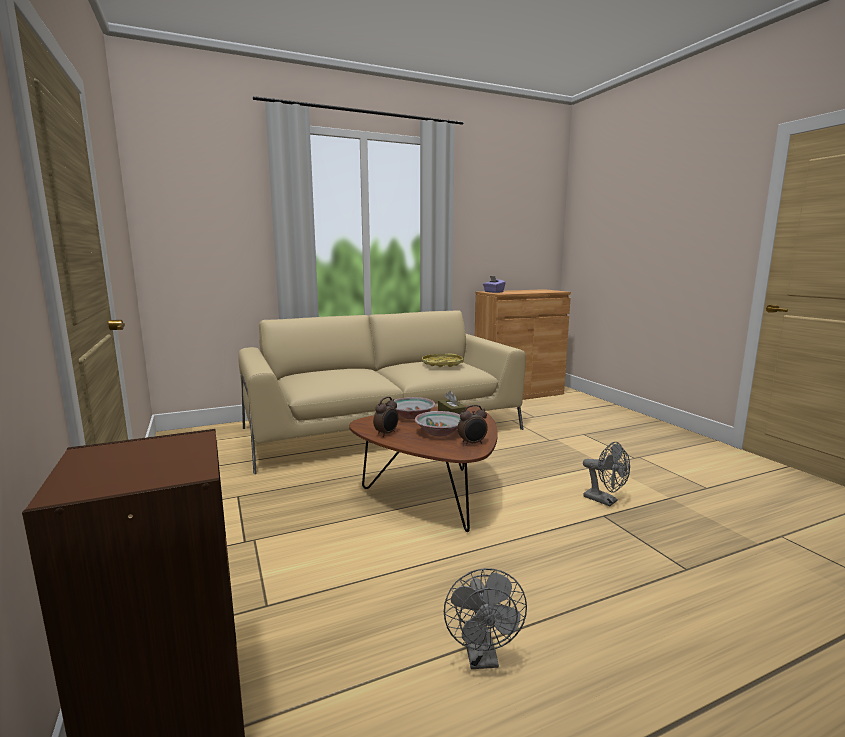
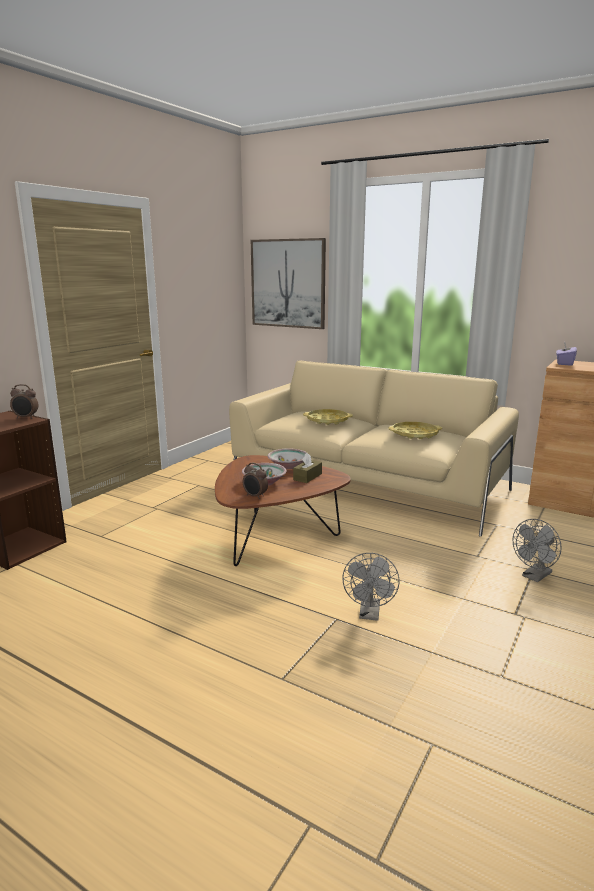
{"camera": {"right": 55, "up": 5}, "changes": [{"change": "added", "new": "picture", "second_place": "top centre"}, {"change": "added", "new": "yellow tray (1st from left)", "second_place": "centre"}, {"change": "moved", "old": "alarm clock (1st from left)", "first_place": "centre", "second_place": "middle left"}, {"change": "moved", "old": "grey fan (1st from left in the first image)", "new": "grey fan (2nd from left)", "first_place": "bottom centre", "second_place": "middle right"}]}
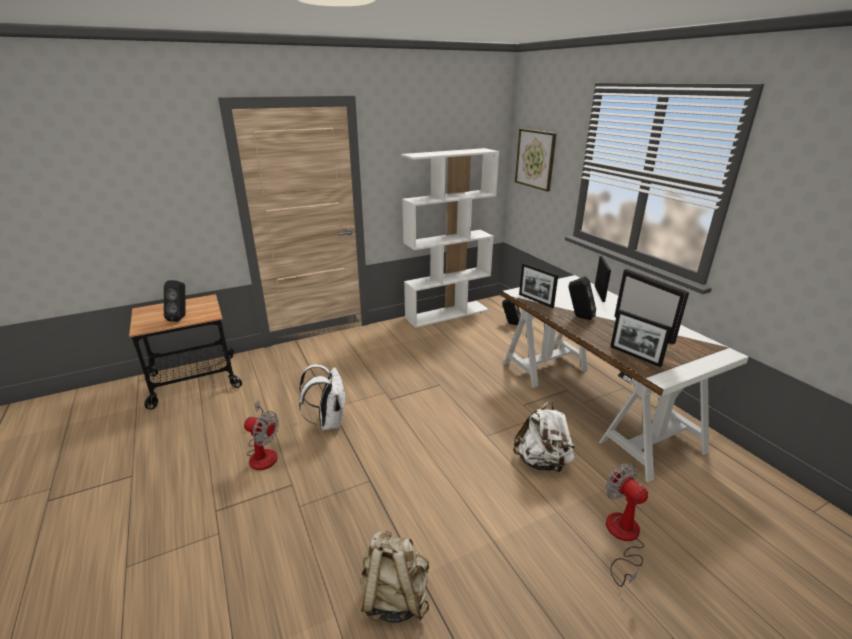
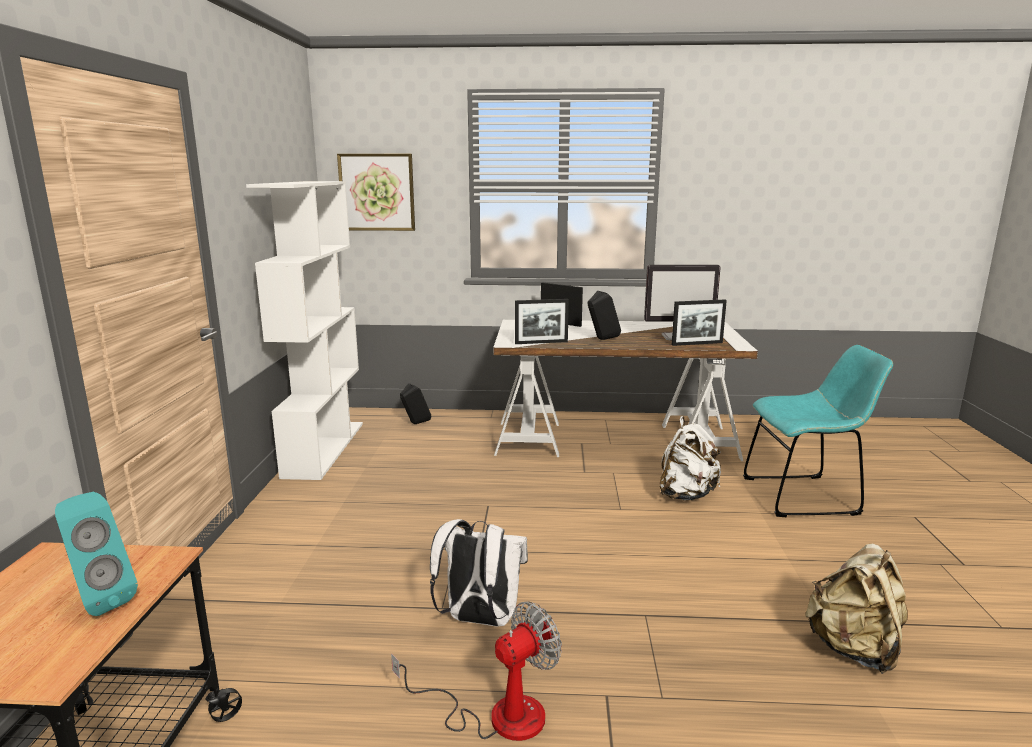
{"camera": {"right": -60, "up": -10}, "changes": [{"change": "replaced", "old": "fan (2nd from left)", "new": "turquoise chair", "first_place": "bottom right", "second_place": "middle right"}, {"change": "recoloured", "old": "black speaker (1st from left)", "new": "turquoise speaker", "first_place": "middle left", "second_place": "bottom left"}]}
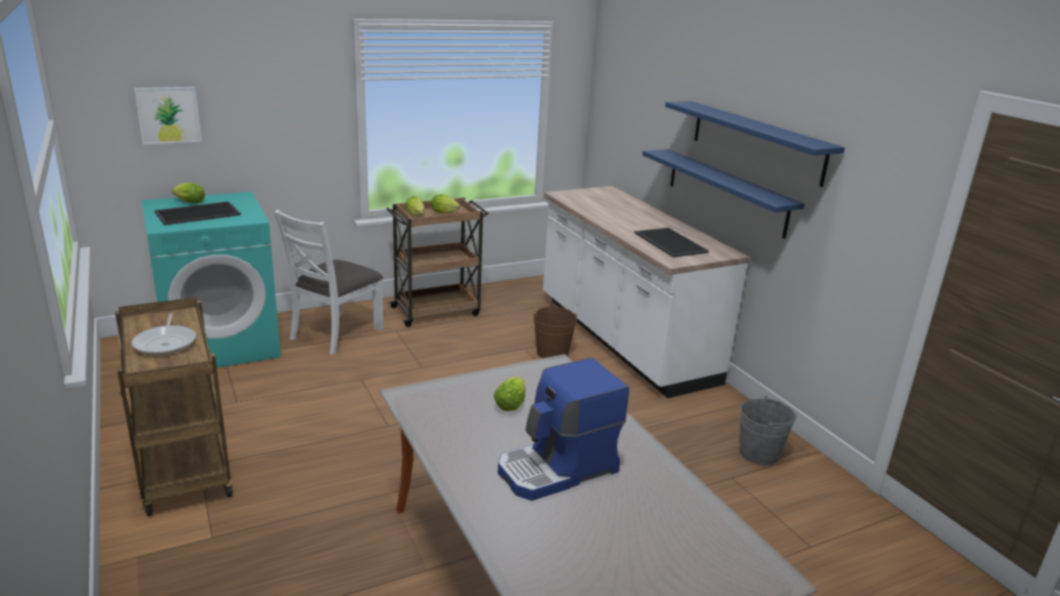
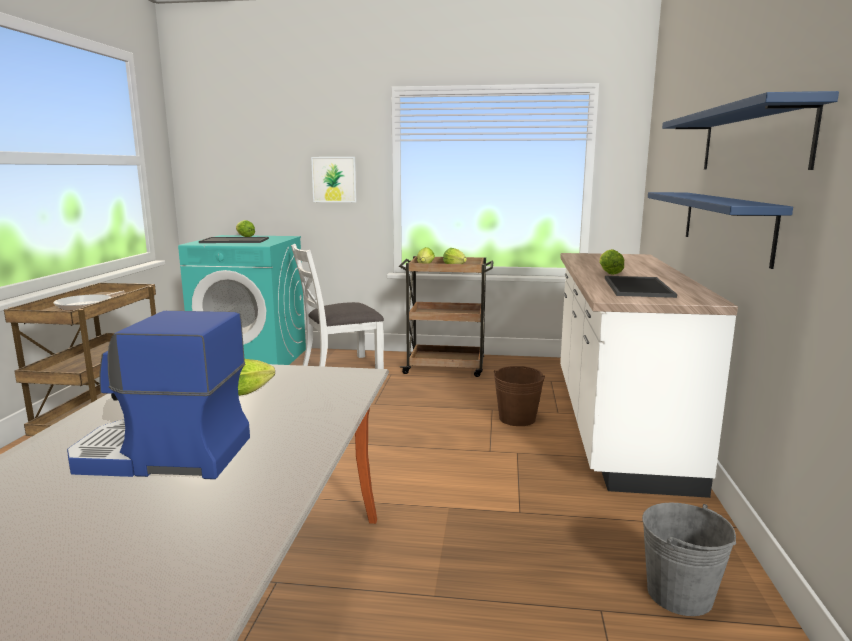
{"camera": {"right": 35, "up": -10}, "changes": [{"change": "added", "new": "lettuce (5th from left)", "second_place": "middle right"}, {"change": "moved", "old": "picture", "first_place": "top left", "second_place": "top centre"}]}
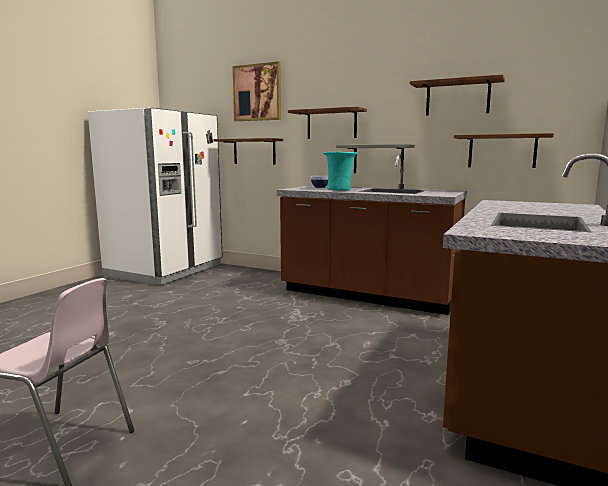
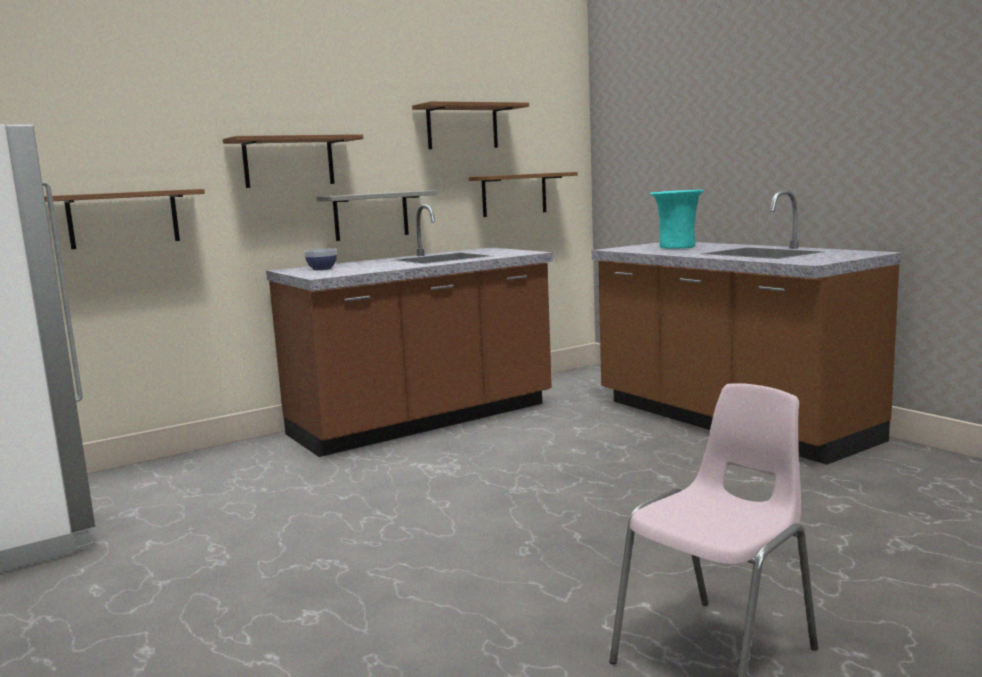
{"camera": {"right": -60, "up": 0}, "changes": [{"change": "removed", "old": "picture", "first_place": "top centre"}, {"change": "moved", "old": "turquoise vase", "first_place": "centre", "second_place": "top right"}]}
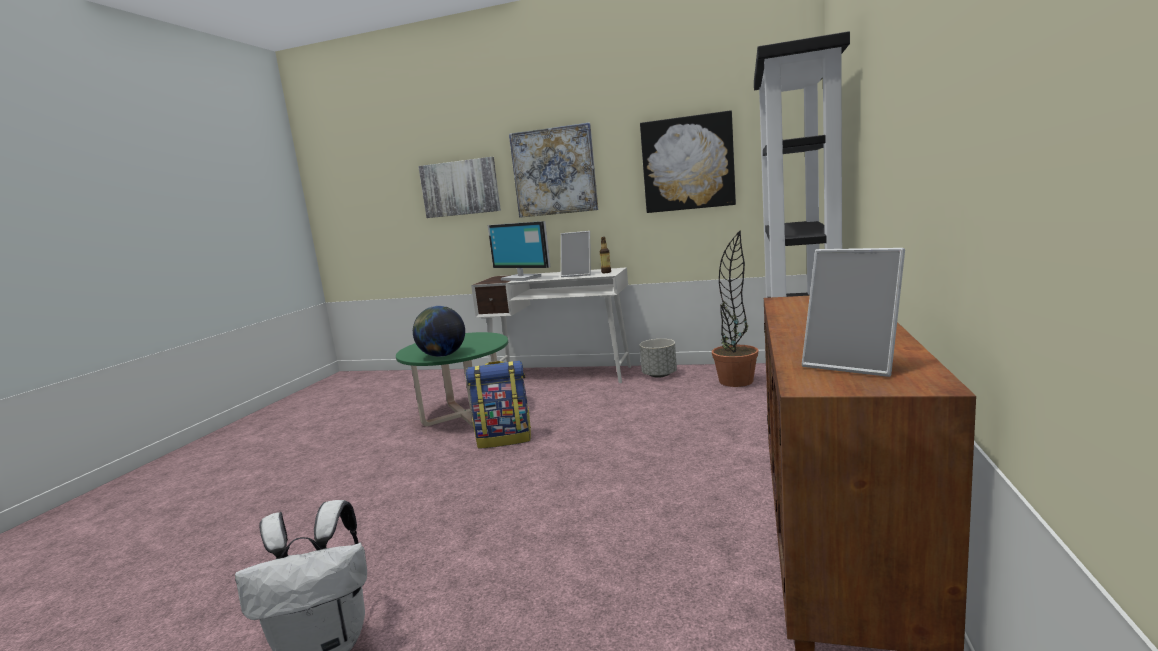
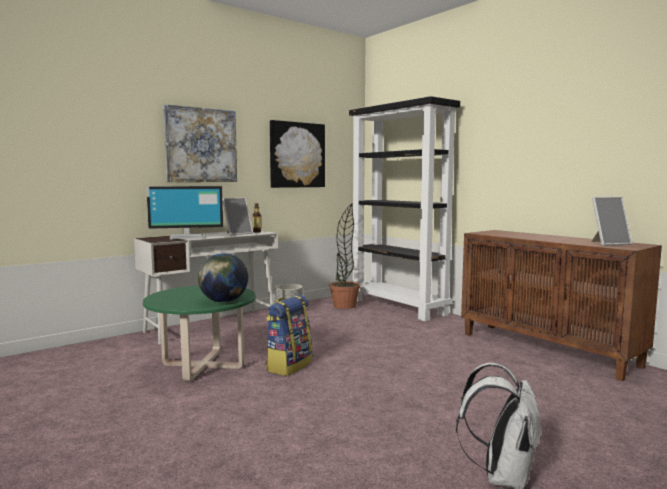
{"camera": {"right": -55, "up": -5}, "changes": [{"change": "removed", "old": "picture (1st from left)", "first_place": "top centre"}]}
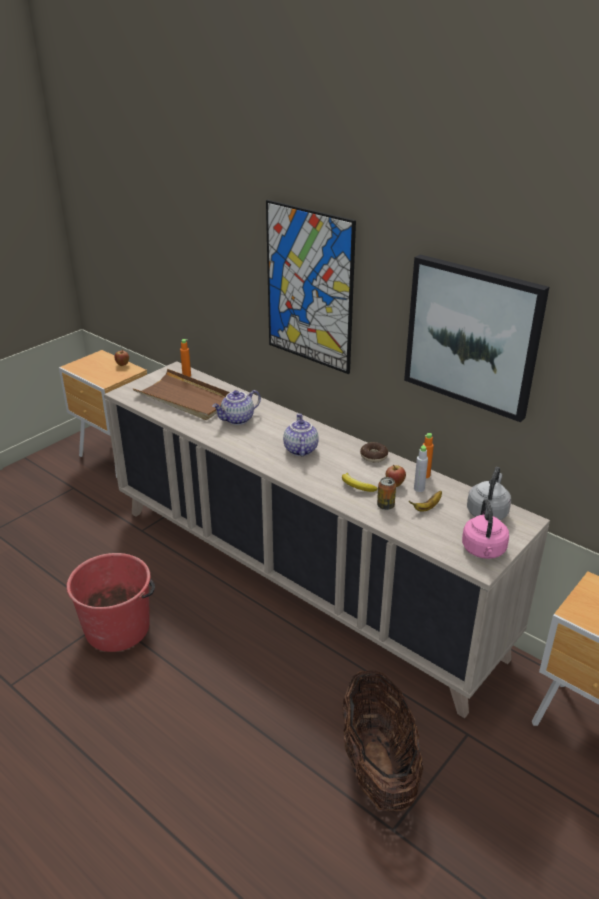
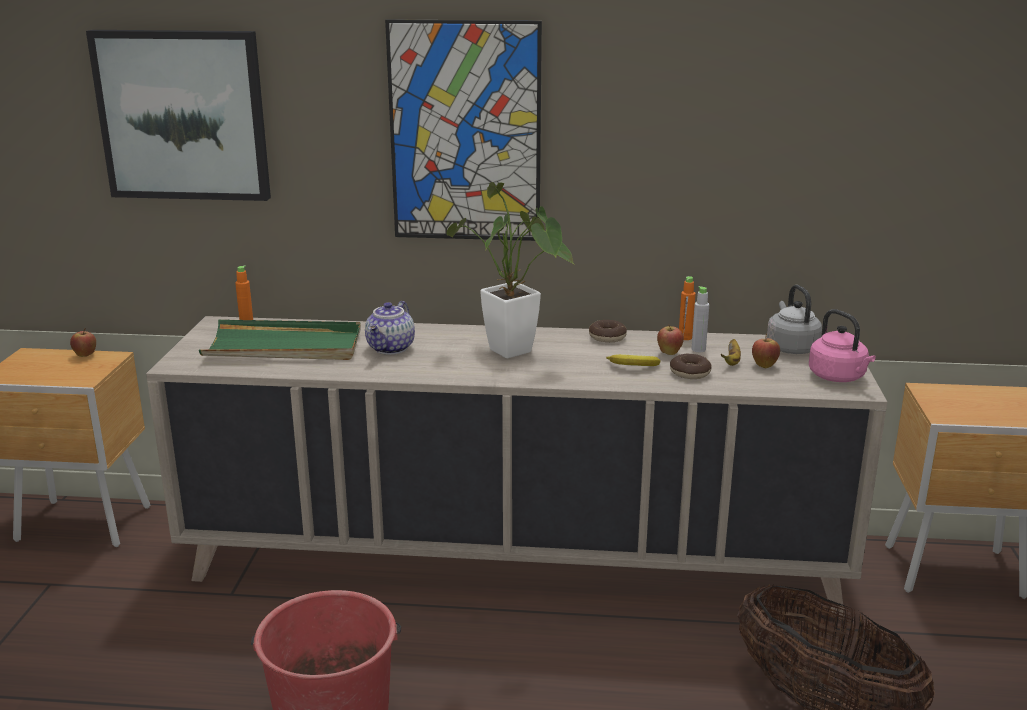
{"camera": {"right": -35, "up": -10}, "changes": [{"change": "added", "new": "apple (3rd from left)", "second_place": "middle right"}, {"change": "moved", "old": "picture (2nd from left in the first image)", "new": "picture (1st from left)", "first_place": "middle right", "second_place": "top left"}, {"change": "replaced", "old": "teapot (2nd from left)", "new": "potted plant", "first_place": "centre", "second_place": "centre"}, {"change": "replaced", "old": "can", "new": "donut (2nd from left)", "first_place": "centre", "second_place": "middle right"}, {"change": "recoloured", "old": "brown tray", "new": "green tray", "first_place": "middle left", "second_place": "middle left"}]}
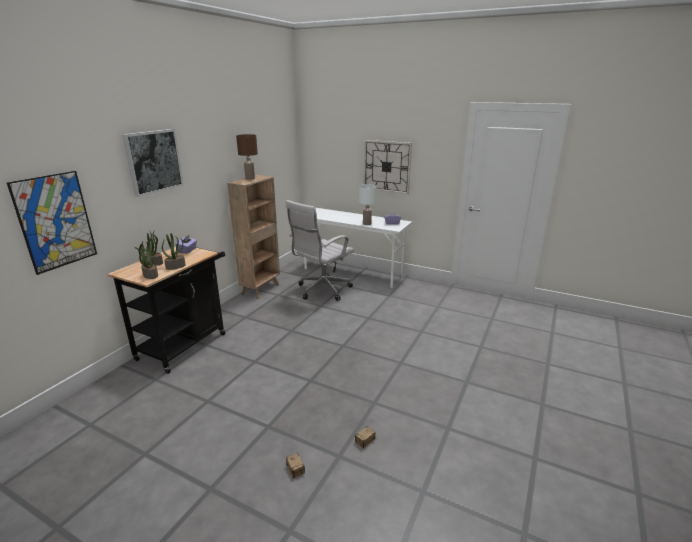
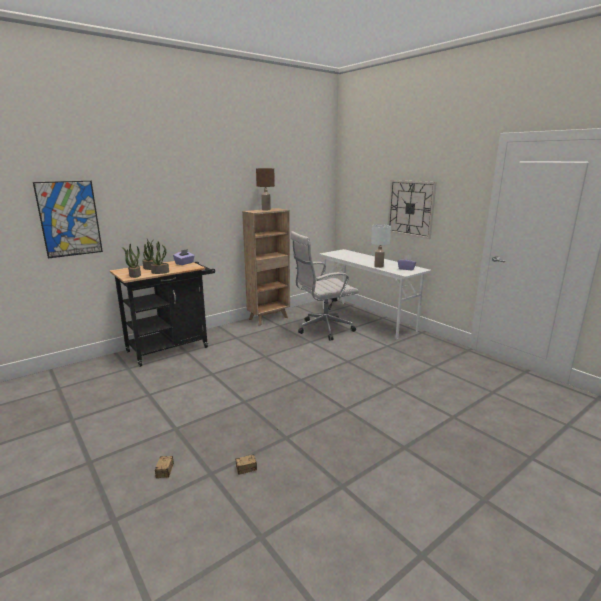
{"camera": {"right": 25, "up": -5}, "changes": [{"change": "removed", "old": "picture (2nd from left)", "first_place": "top left"}]}
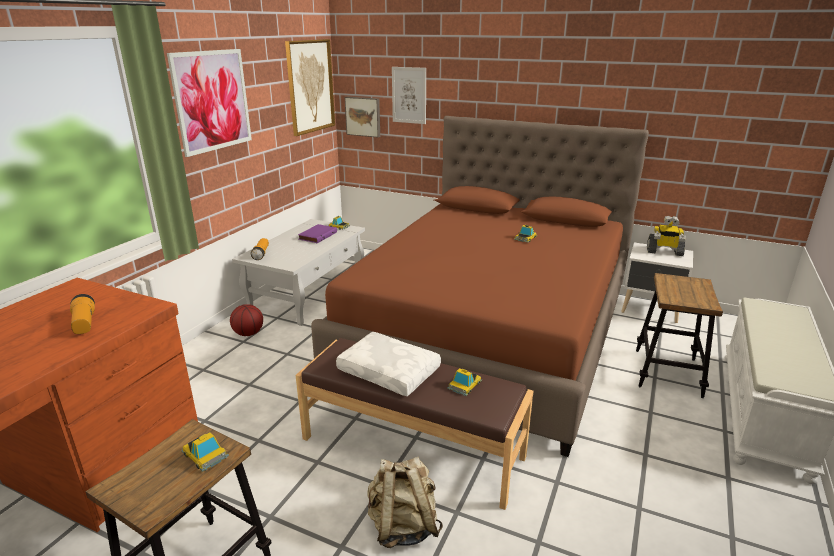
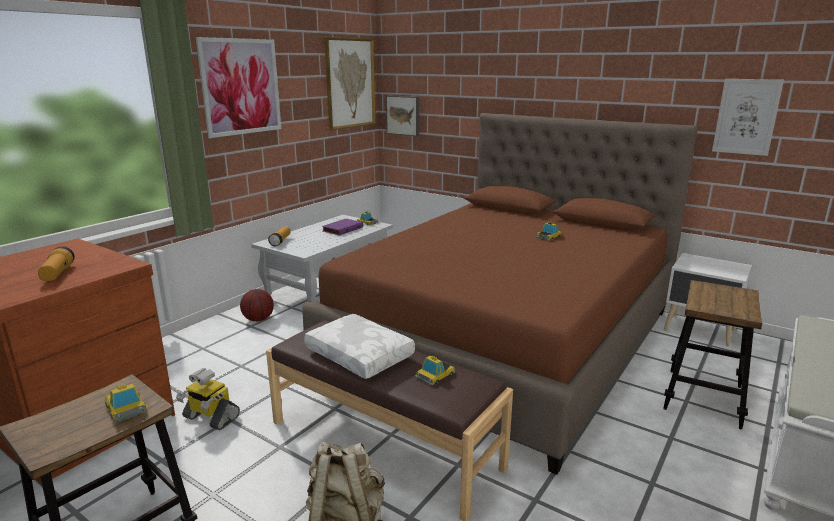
{"camera": {"right": 10, "up": -5}, "changes": [{"change": "moved", "old": "picture (4th from left)", "first_place": "top centre", "second_place": "top right"}, {"change": "moved", "old": "toy robot", "first_place": "middle right", "second_place": "bottom left"}]}
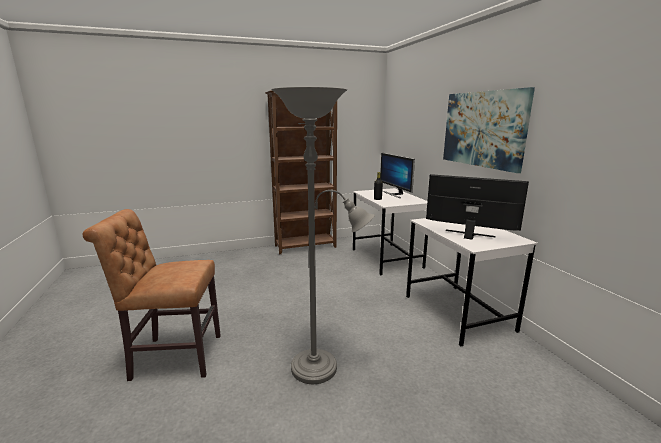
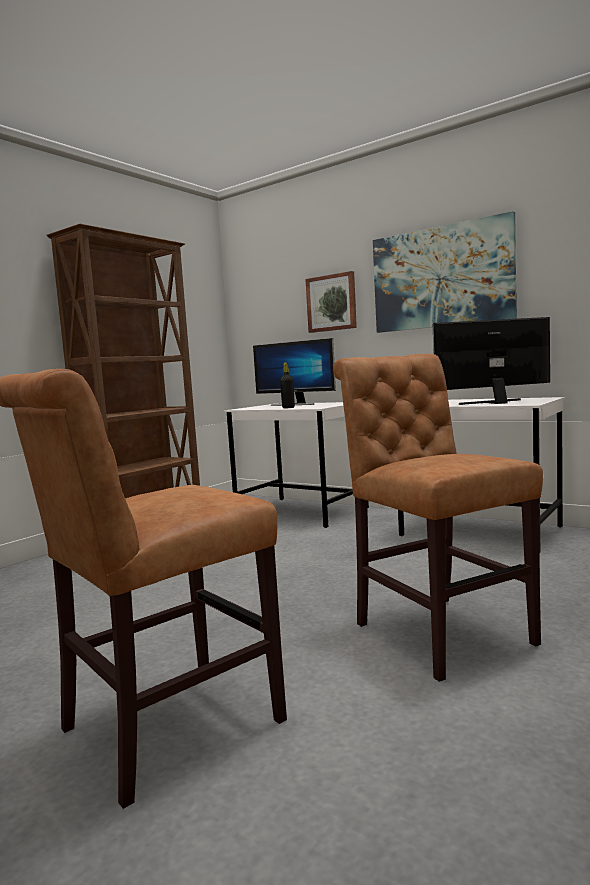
{"camera": {"right": -35, "up": -10}, "changes": [{"change": "added", "new": "picture (1st from left)", "second_place": "centre"}, {"change": "replaced", "old": "grey floor lamp", "new": "brown chair (2nd from left)", "first_place": "centre", "second_place": "middle right"}]}
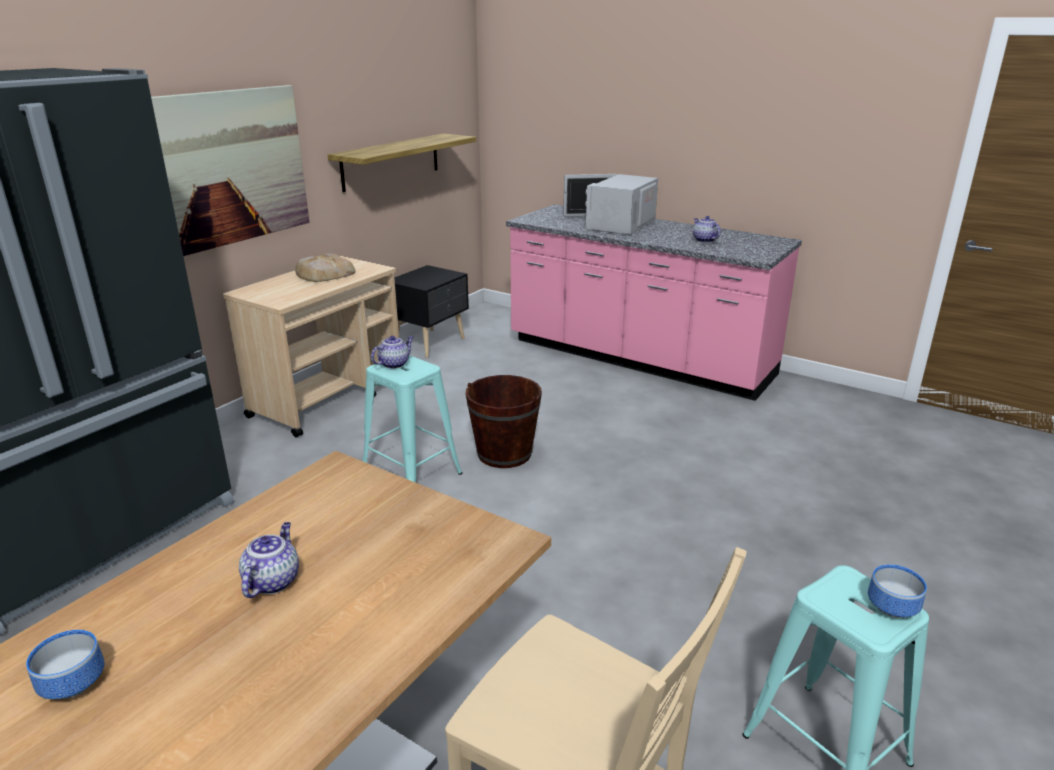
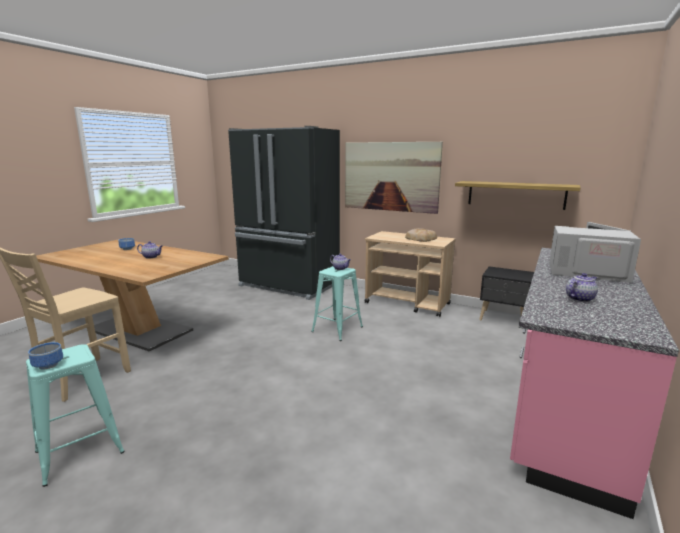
{"camera": {"right": 85, "up": -10}, "changes": [{"change": "removed", "old": "brown bucket", "first_place": "centre"}]}
